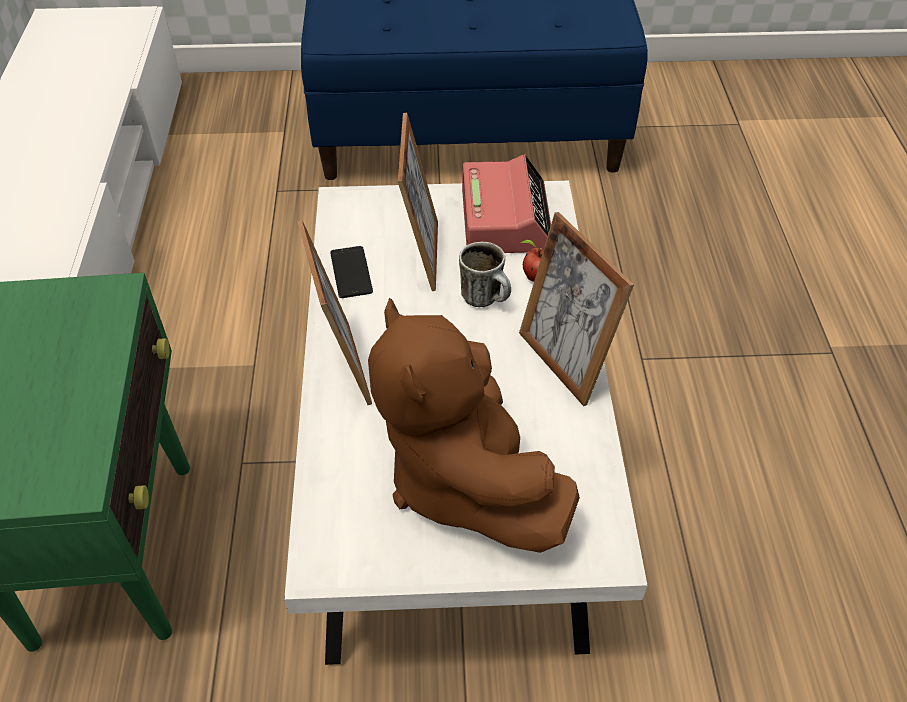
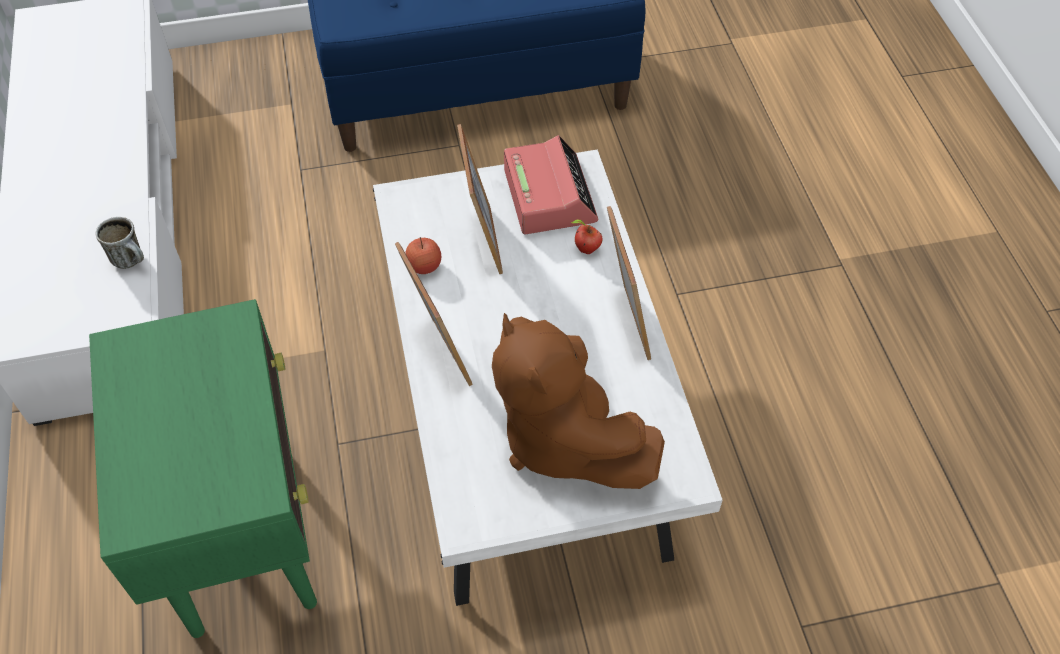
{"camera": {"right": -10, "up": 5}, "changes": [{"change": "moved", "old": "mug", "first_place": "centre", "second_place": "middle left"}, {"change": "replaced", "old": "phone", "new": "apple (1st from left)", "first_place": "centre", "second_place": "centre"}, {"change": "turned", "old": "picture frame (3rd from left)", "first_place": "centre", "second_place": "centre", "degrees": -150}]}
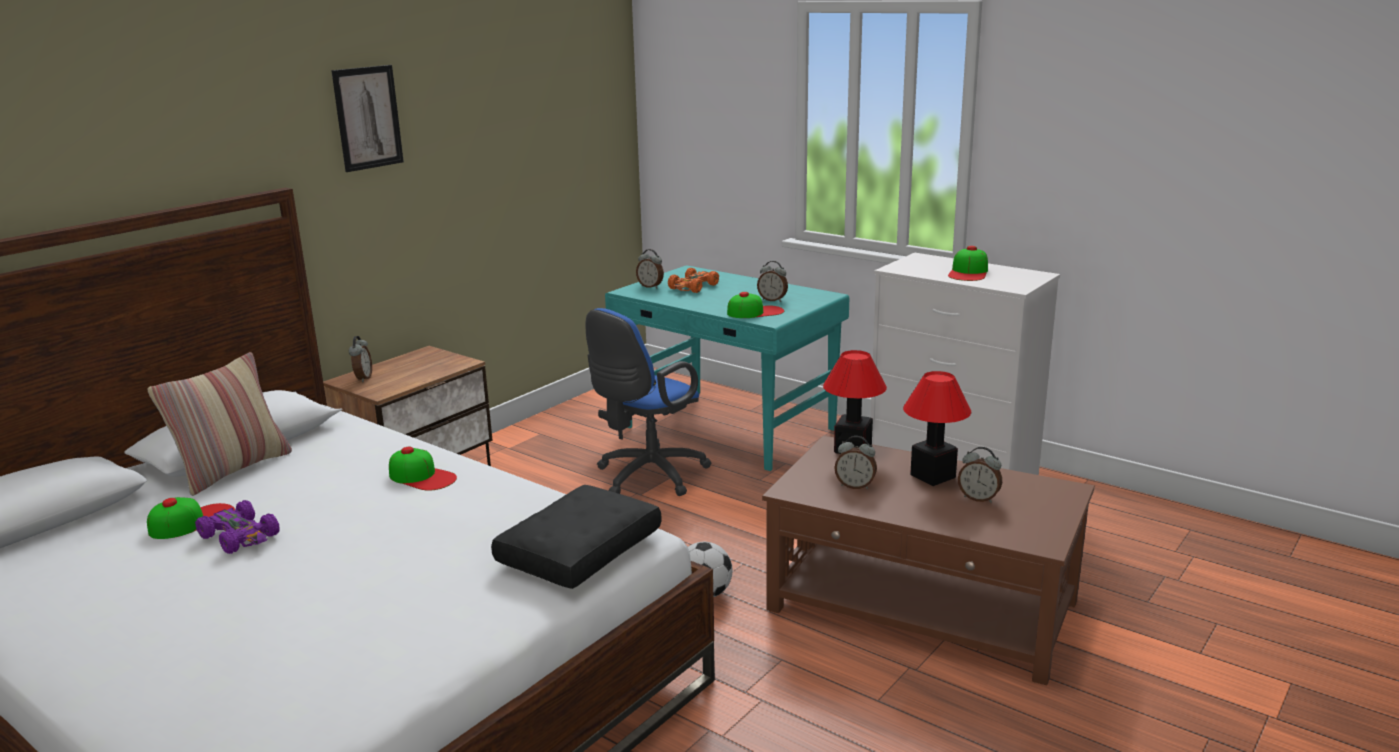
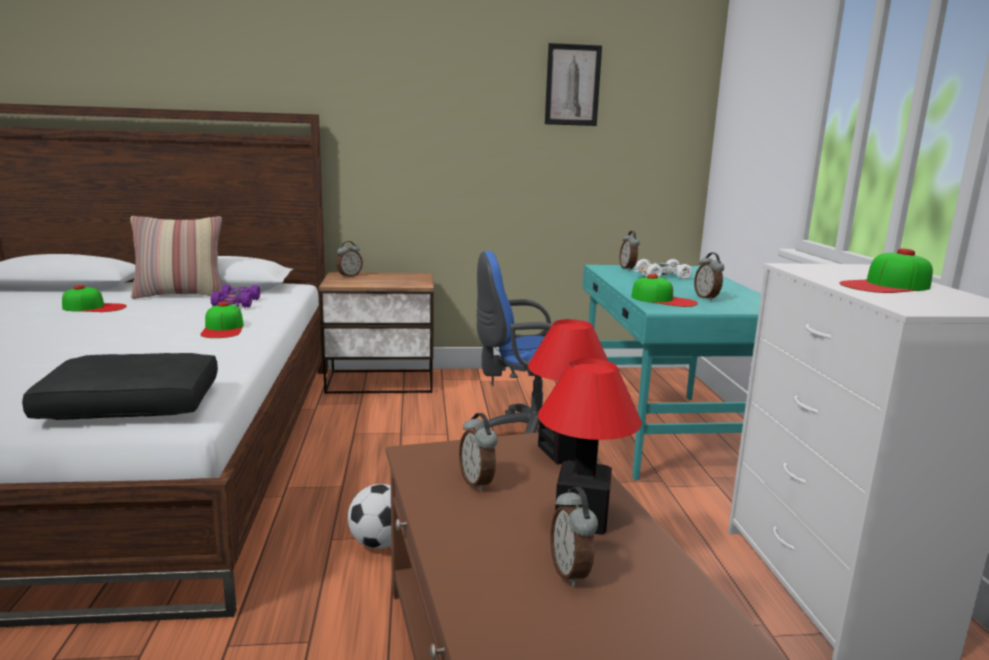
{"camera": {"right": 45, "up": -5}, "changes": [{"change": "moved", "old": "purple toy car", "first_place": "bottom left", "second_place": "middle left"}, {"change": "moved", "old": "picture", "first_place": "top left", "second_place": "top centre"}, {"change": "recoloured", "old": "orange toy car", "new": "white toy car", "first_place": "centre", "second_place": "middle right"}]}
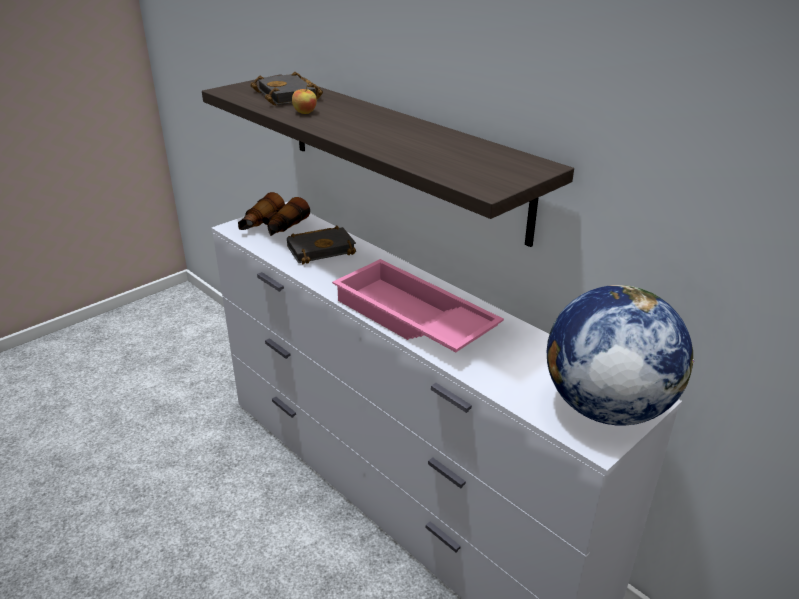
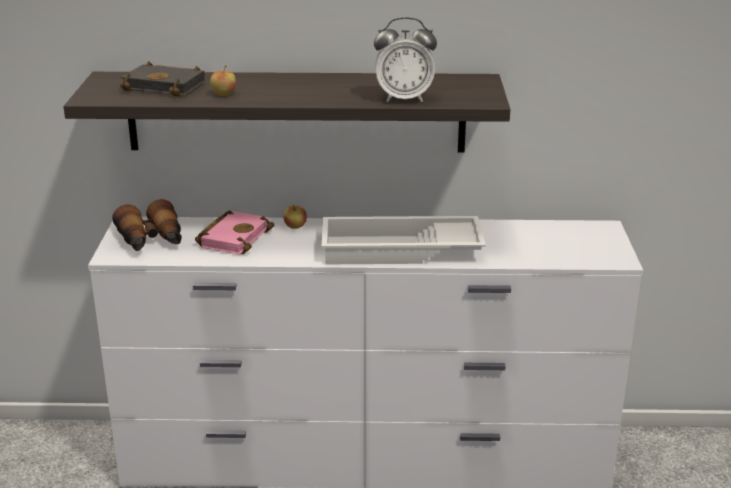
{"camera": {"right": -45, "up": -5}, "changes": [{"change": "removed", "old": "globe", "first_place": "middle right"}, {"change": "added", "new": "apple (2nd from left)", "second_place": "centre"}, {"change": "added", "new": "alarm clock", "second_place": "top centre"}, {"change": "recoloured", "old": "black book (2nd from left)", "new": "pink book", "first_place": "centre", "second_place": "middle left"}, {"change": "recoloured", "old": "pink tray", "new": "white tray", "first_place": "centre", "second_place": "centre"}]}
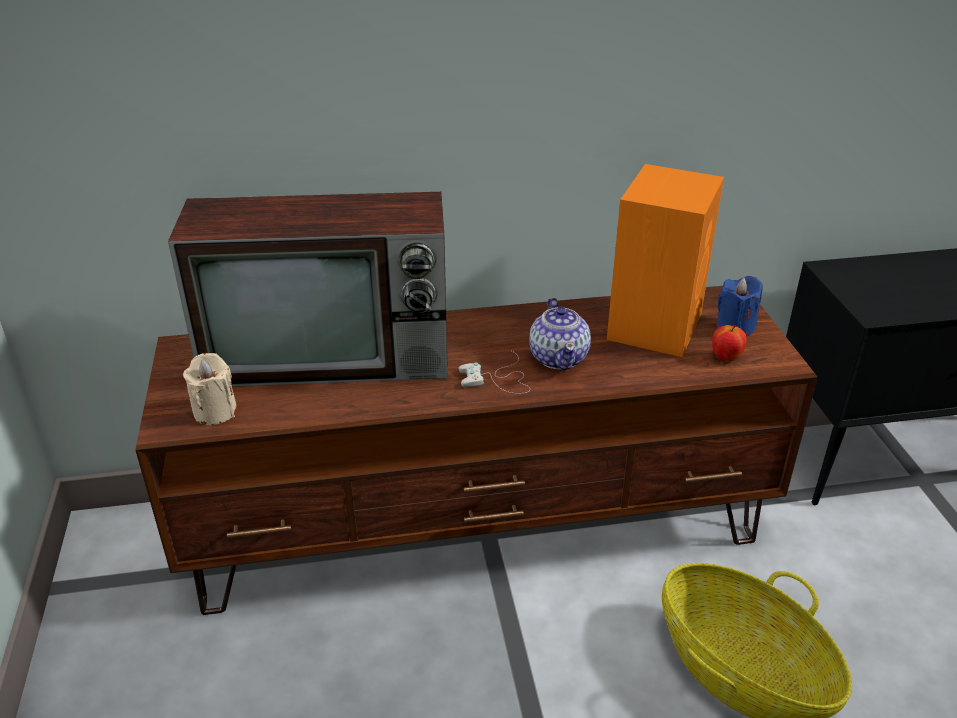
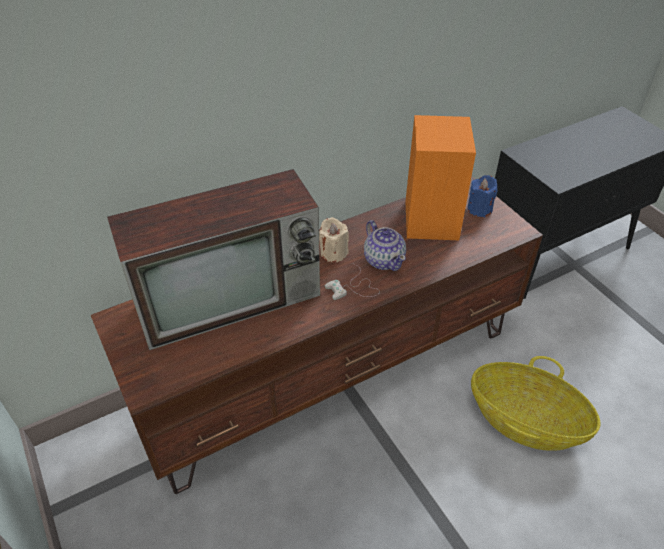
{"camera": {"right": -20, "up": 10}, "changes": [{"change": "removed", "old": "apple", "first_place": "middle right"}, {"change": "moved", "old": "beige candle", "first_place": "middle left", "second_place": "centre"}]}
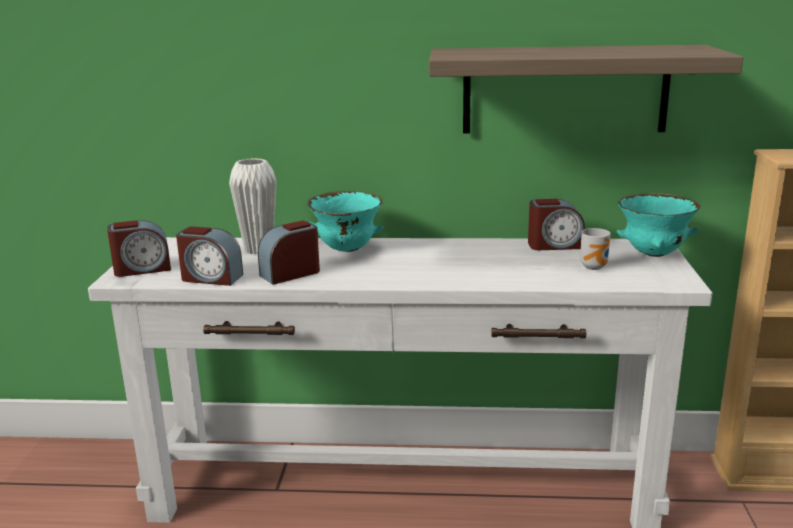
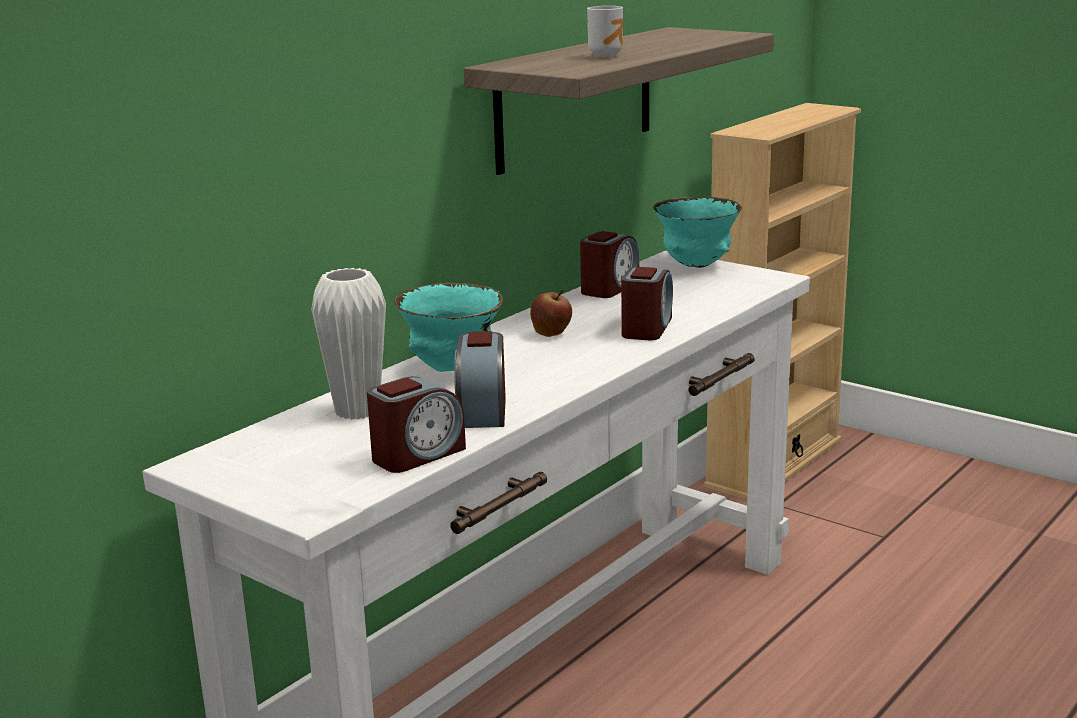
{"camera": {"right": -55, "up": 0}, "changes": [{"change": "added", "new": "apple", "second_place": "centre"}, {"change": "moved", "old": "alarm clock (1st from left in the first image)", "new": "alarm clock (4th from left)", "first_place": "middle left", "second_place": "centre"}, {"change": "moved", "old": "mug", "first_place": "middle right", "second_place": "top centre"}]}
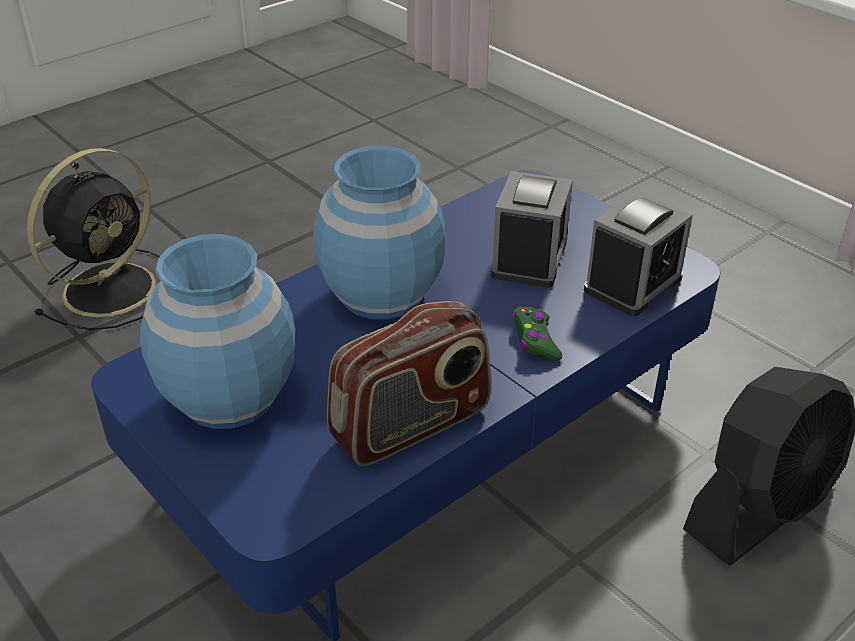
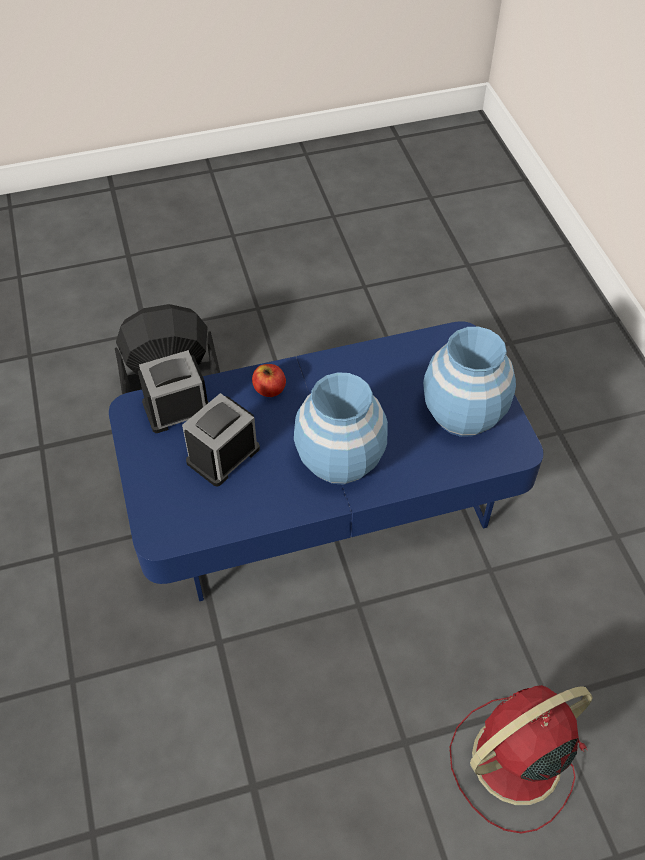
{"camera": {"right": -155, "up": 15}, "changes": [{"change": "removed", "old": "radio", "first_place": "centre"}, {"change": "replaced", "old": "green game controller", "new": "apple", "first_place": "centre", "second_place": "centre"}, {"change": "recoloured", "old": "black fan (1st from left)", "new": "red fan", "first_place": "middle left", "second_place": "bottom right"}]}
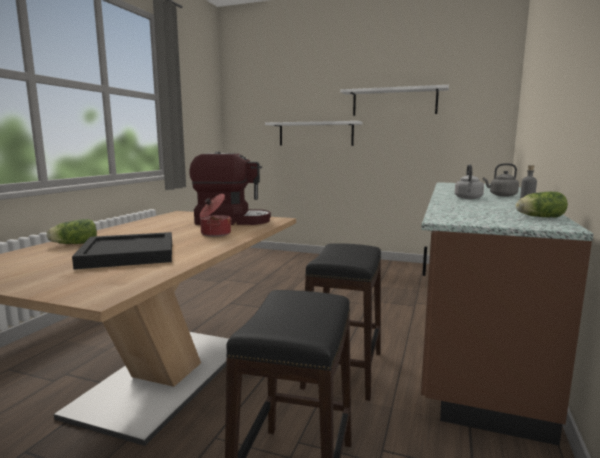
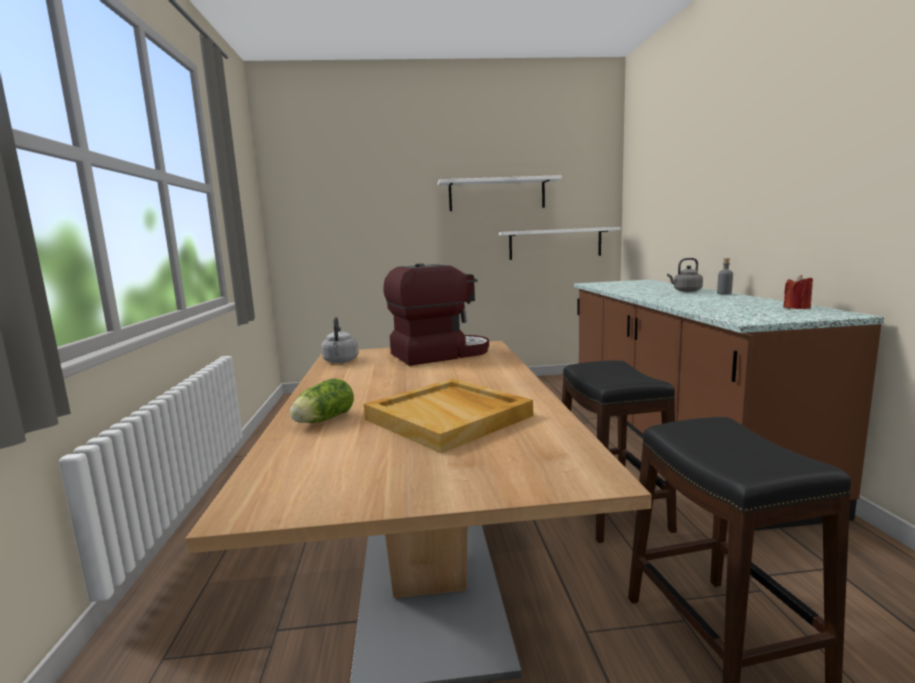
{"camera": {"right": -25, "up": 0}, "changes": [{"change": "removed", "old": "cooking pot", "first_place": "centre"}, {"change": "moved", "old": "white shelf (1st from left in the first image)", "new": "white shelf (2nd from left)", "first_place": "top centre", "second_place": "centre"}, {"change": "moved", "old": "grey kettle (1st from left)", "first_place": "middle right", "second_place": "centre"}, {"change": "replaced", "old": "lettuce (2nd from left)", "new": "red candle", "first_place": "middle right", "second_place": "middle right"}, {"change": "recoloured", "old": "black tray", "new": "beige tray", "first_place": "middle left", "second_place": "centre"}]}
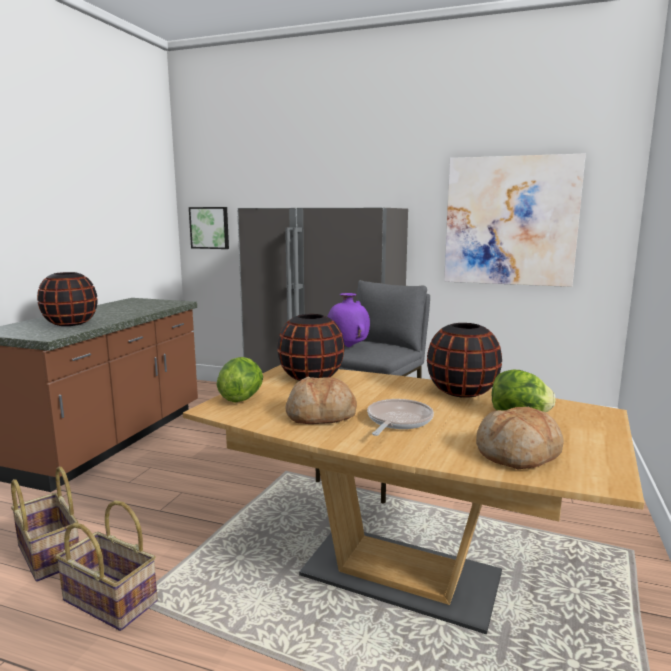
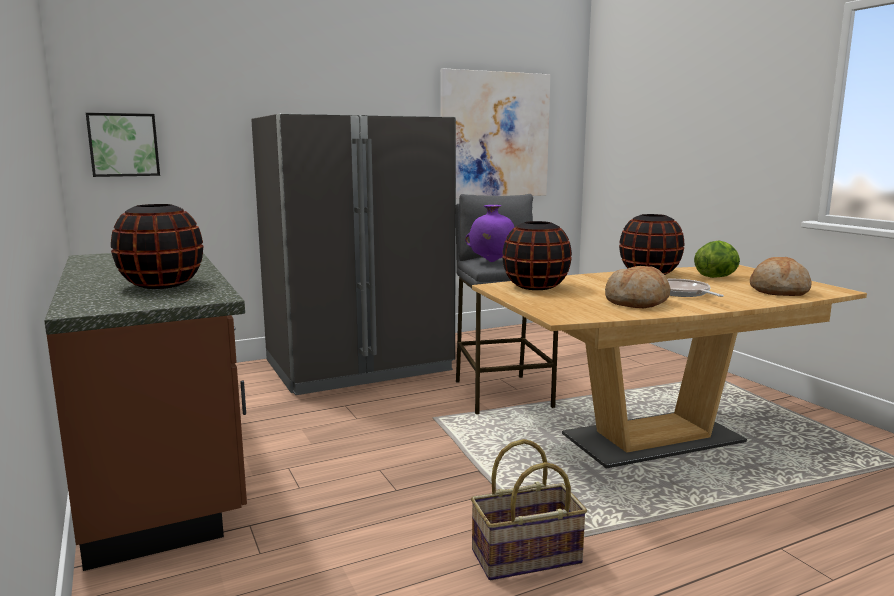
{"camera": {"right": -45, "up": 0}, "changes": [{"change": "removed", "old": "basket (1st from left)", "first_place": "bottom left"}, {"change": "removed", "old": "lettuce (1st from left)", "first_place": "centre"}]}
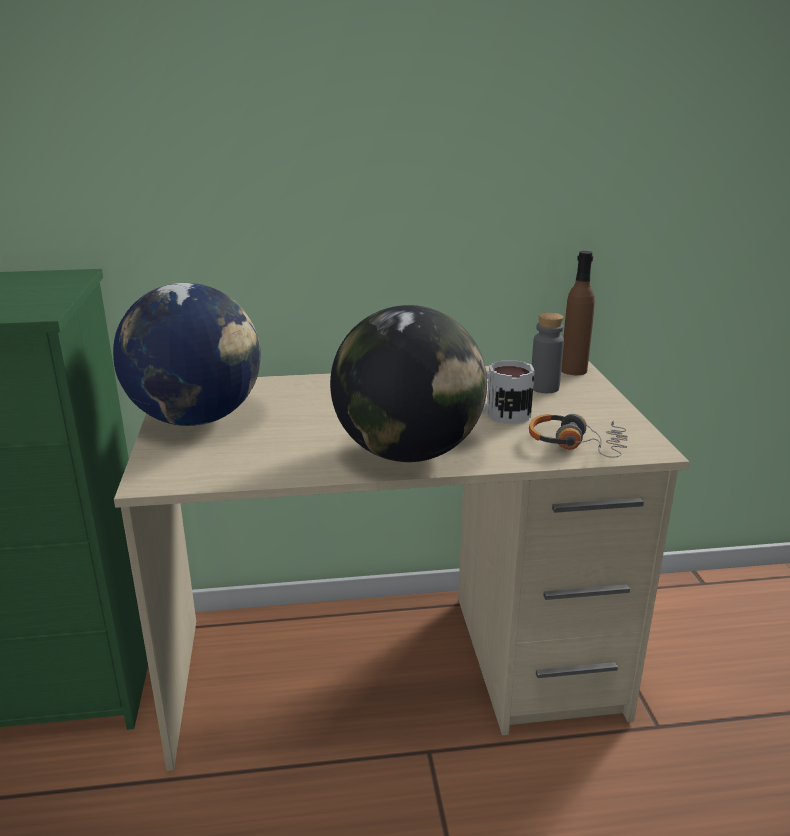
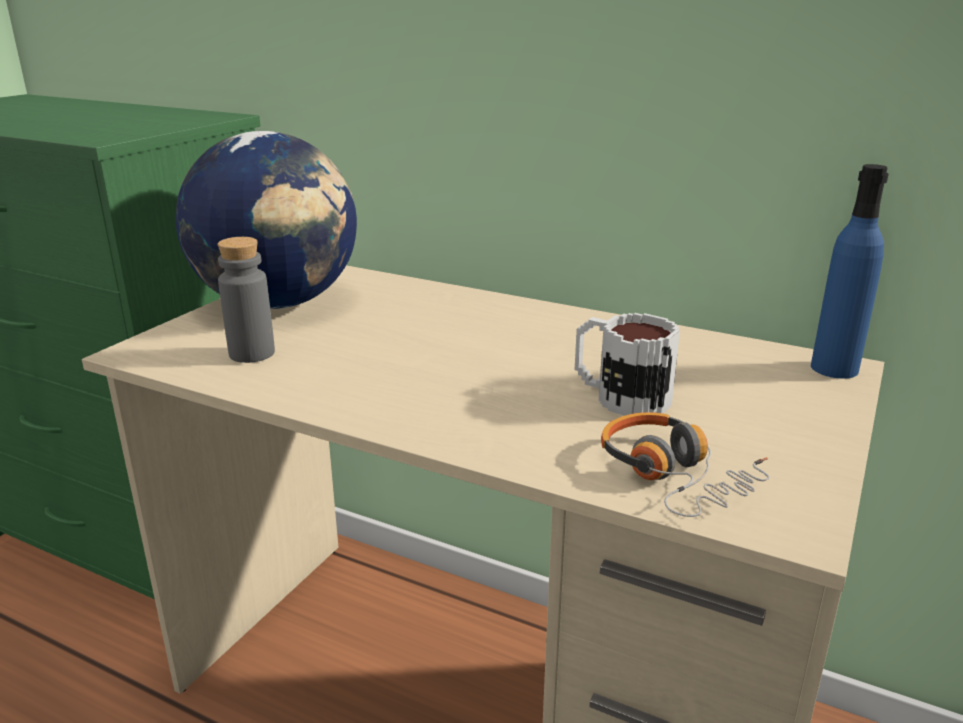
{"camera": {"right": 35, "up": 0}, "changes": [{"change": "removed", "old": "globe (2nd from left)", "first_place": "centre"}, {"change": "moved", "old": "grey bottle", "first_place": "middle right", "second_place": "middle left"}, {"change": "recoloured", "old": "brown bottle", "new": "blue bottle", "first_place": "middle right", "second_place": "middle right"}]}
